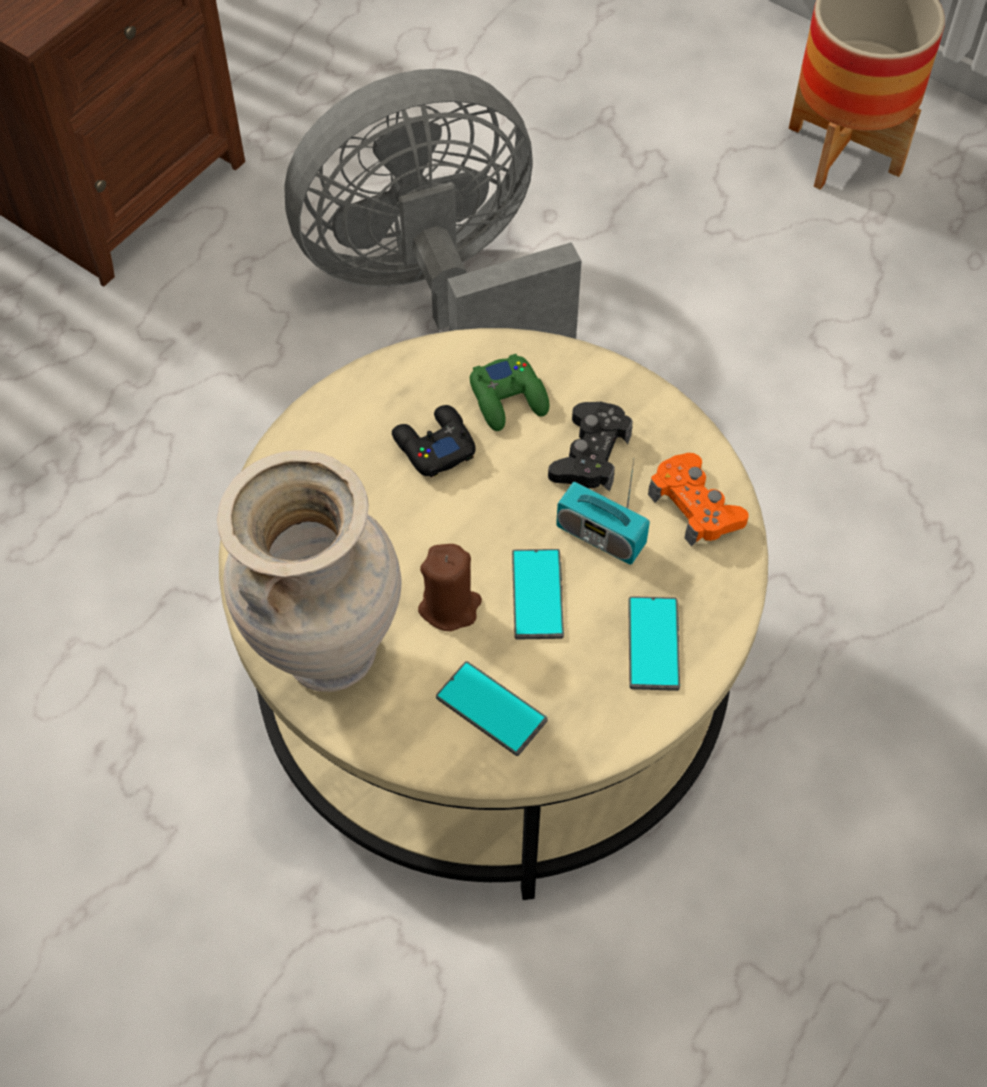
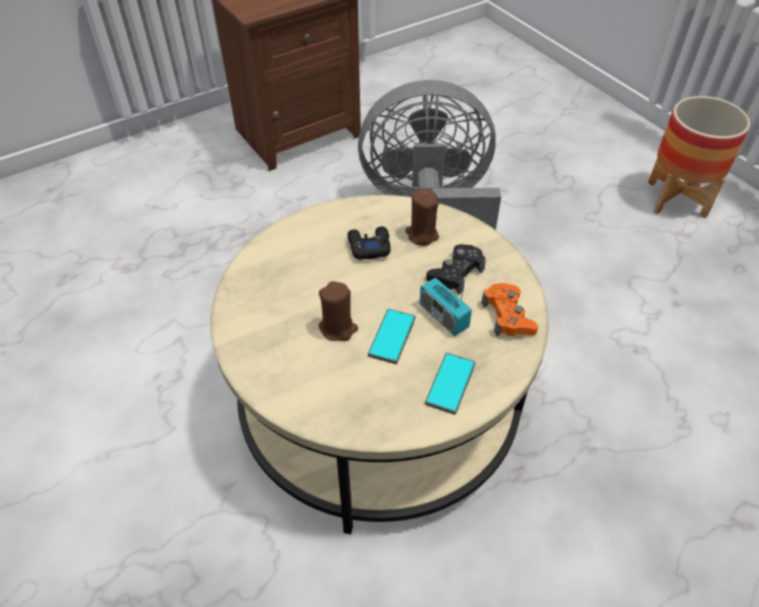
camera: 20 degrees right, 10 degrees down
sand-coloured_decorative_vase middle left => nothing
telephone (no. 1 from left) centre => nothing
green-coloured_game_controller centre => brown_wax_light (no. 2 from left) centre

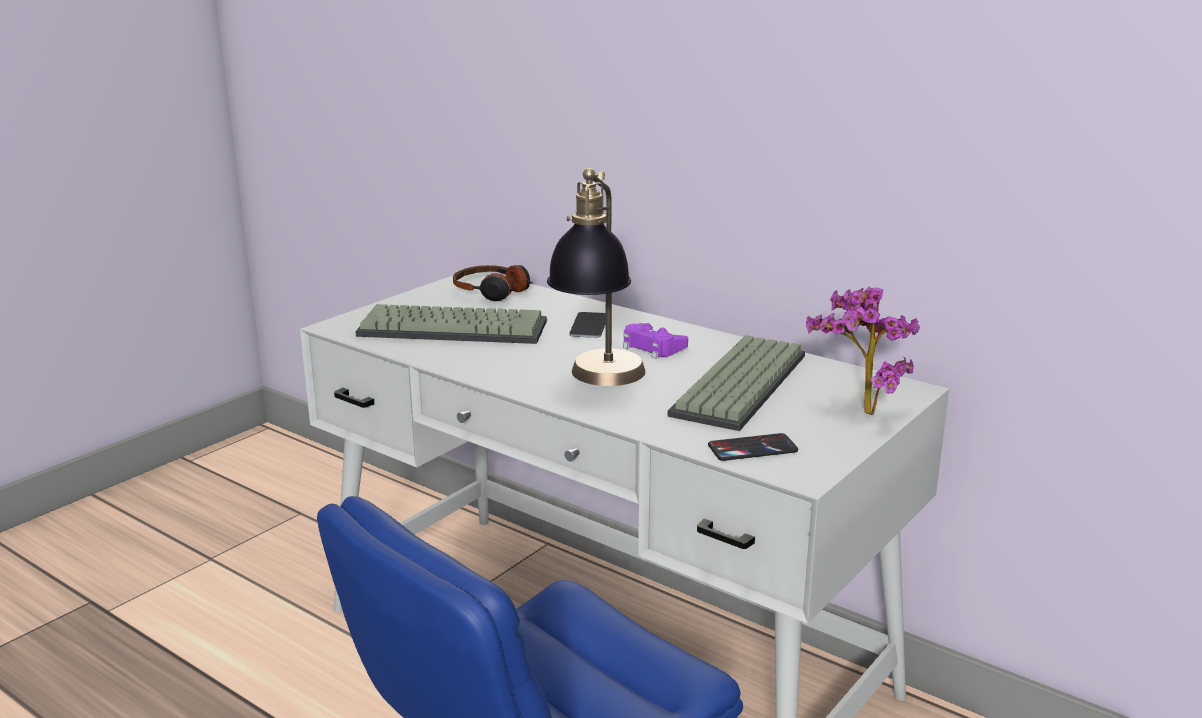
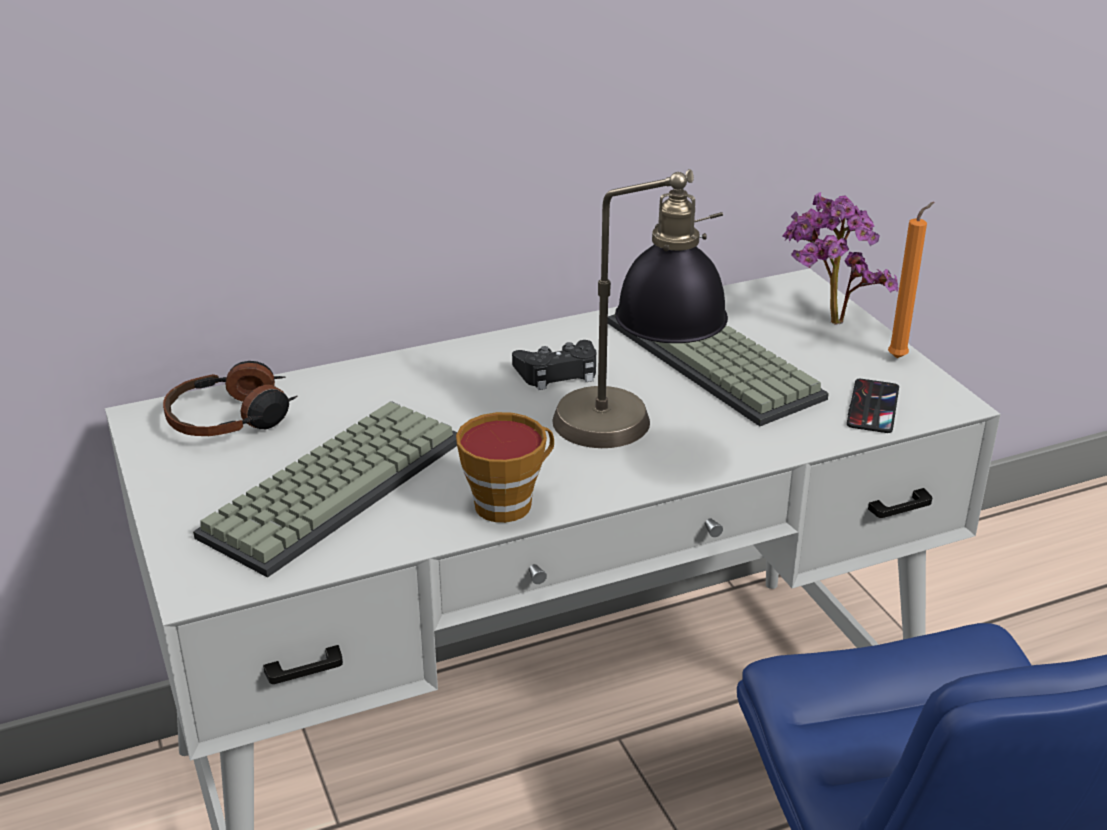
camera: 60 degrees left, 10 degrees up
telephone (no. 1 from left) centre => nothing
purple_game_controller centre => black-coloured_game_controller centre
nothing => cup centre
nothing => orangey_wax_light middle right

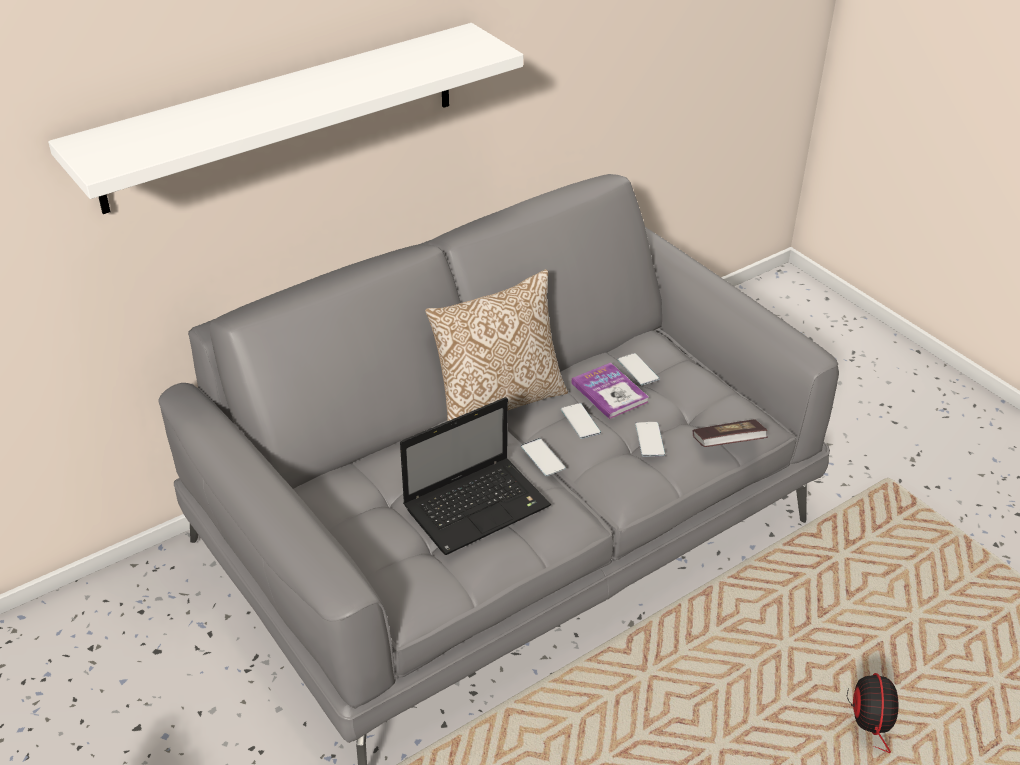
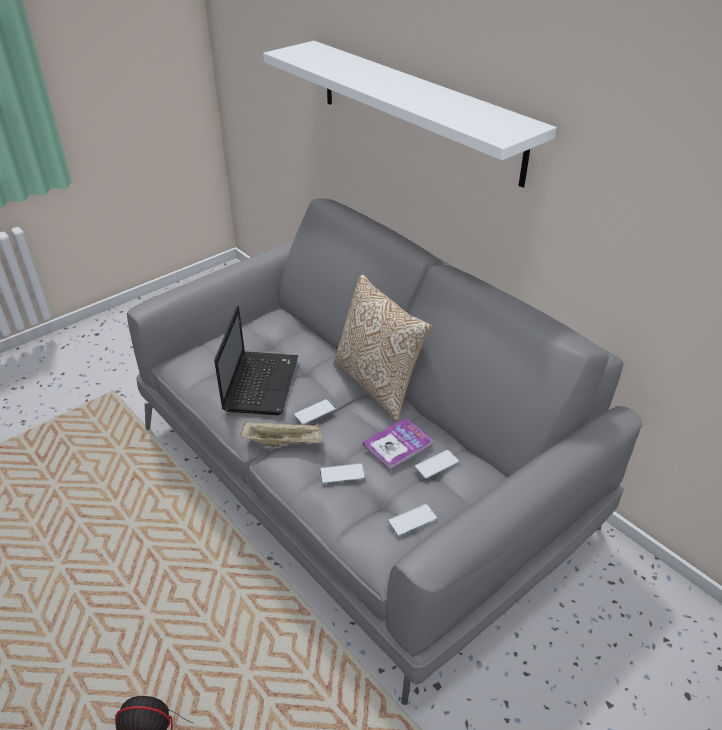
camera: 85 degrees right, 0 degrees up
laptop centre, 135 degrees counterclockwise
telephone (no. 2 from left in the first image) centre => telephone (no. 3 from left) bottom centre, shifted
book (no. 2 from left) middle right => nothing
nothing => sand-coloured_carrying_tray centre

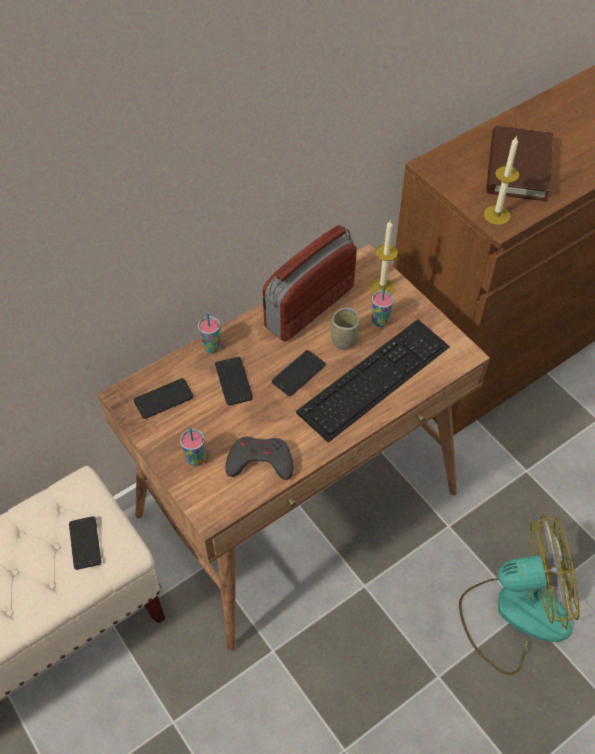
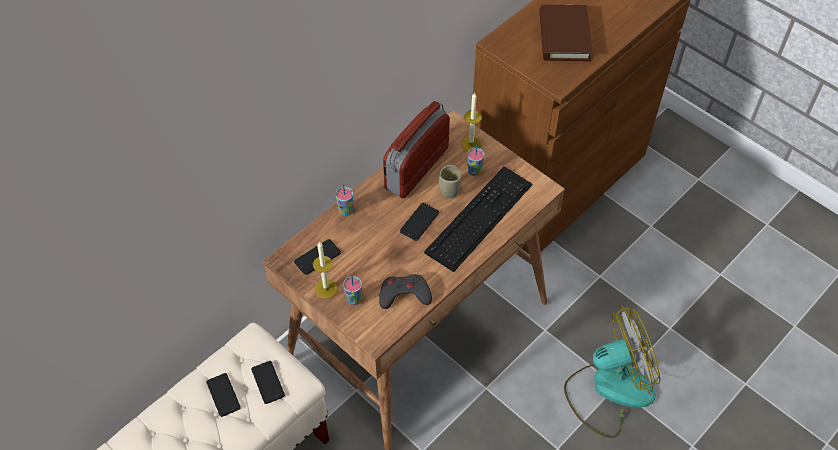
camera: 10 degrees left, 0 degrees up
telephone (no. 3 from left in the first image) centre => telephone (no. 1 from left) bottom left, shifted
wax_light (no. 2 from left in the first image) top right => wax_light (no. 1 from left) centre, shifted

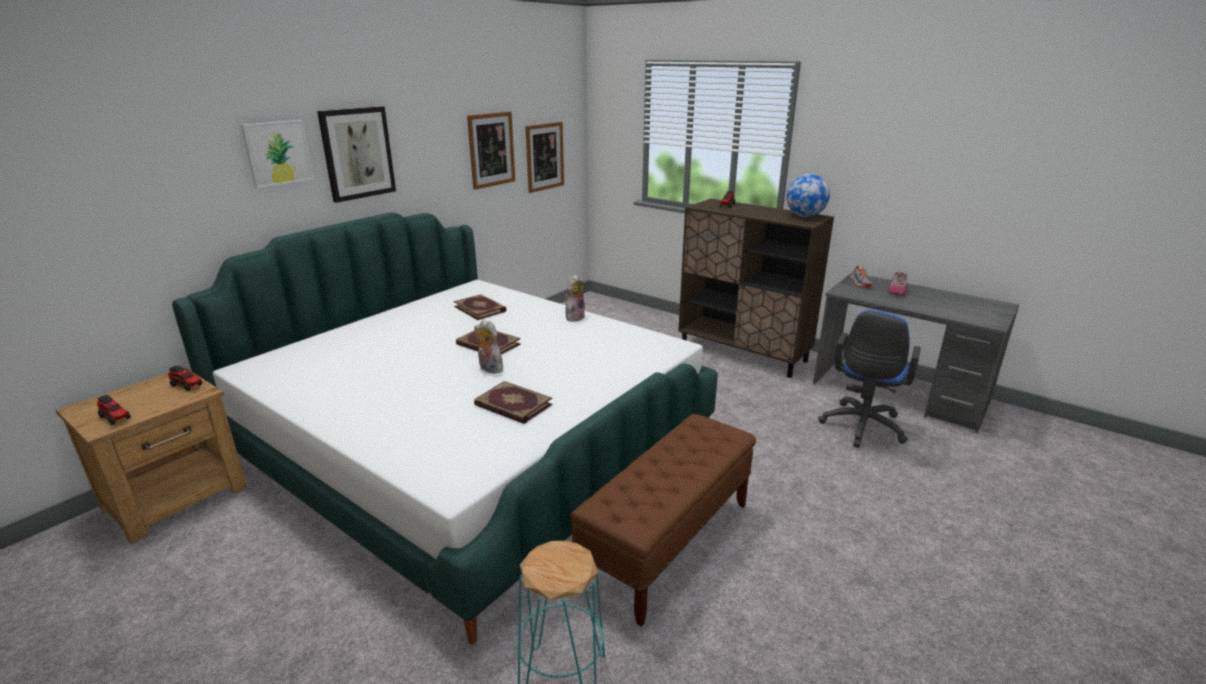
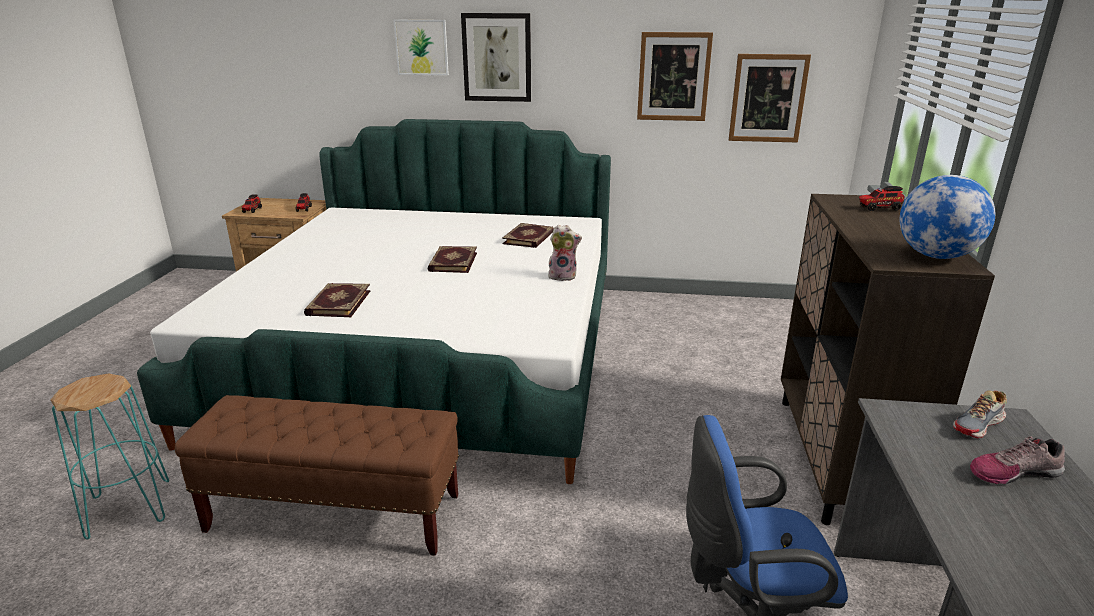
camera: 60 degrees right, 0 degrees up
cuddly_toy (no. 1 from left) centre => nothing

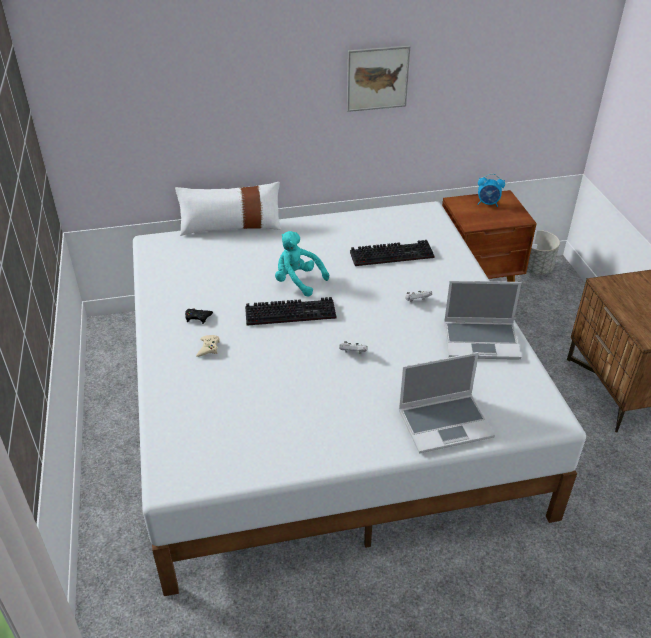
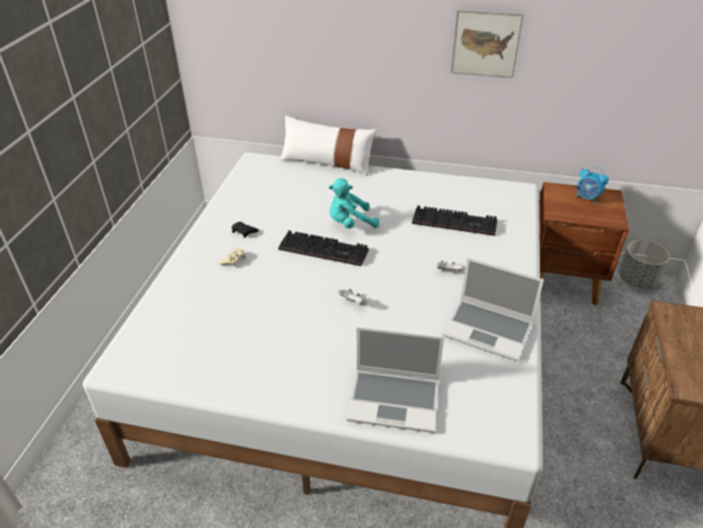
camera: 25 degrees right, 0 degrees up
turquoise_cuddly_toy centre, 75 degrees counterclockwise

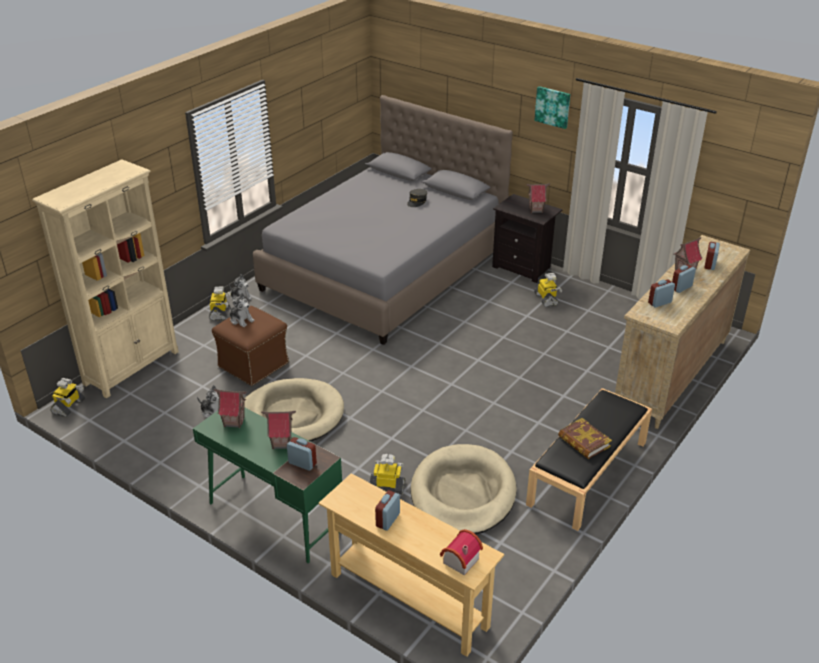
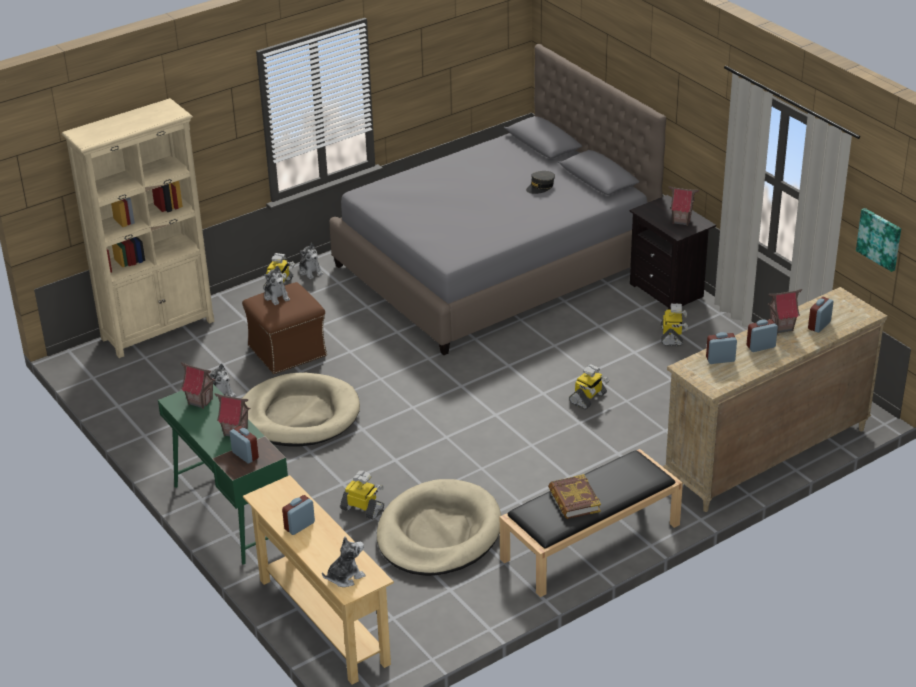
camera: 20 degrees right, 0 degrees up
robot_figure (no. 1 from left in the first image) middle left => robot_figure (no. 3 from left) centre, shifted
miniature_house (no. 3 from left) bottom centre => cuddly_toy (no. 4 from left) bottom centre
wall_picture top right => wall_picture middle right, shifted

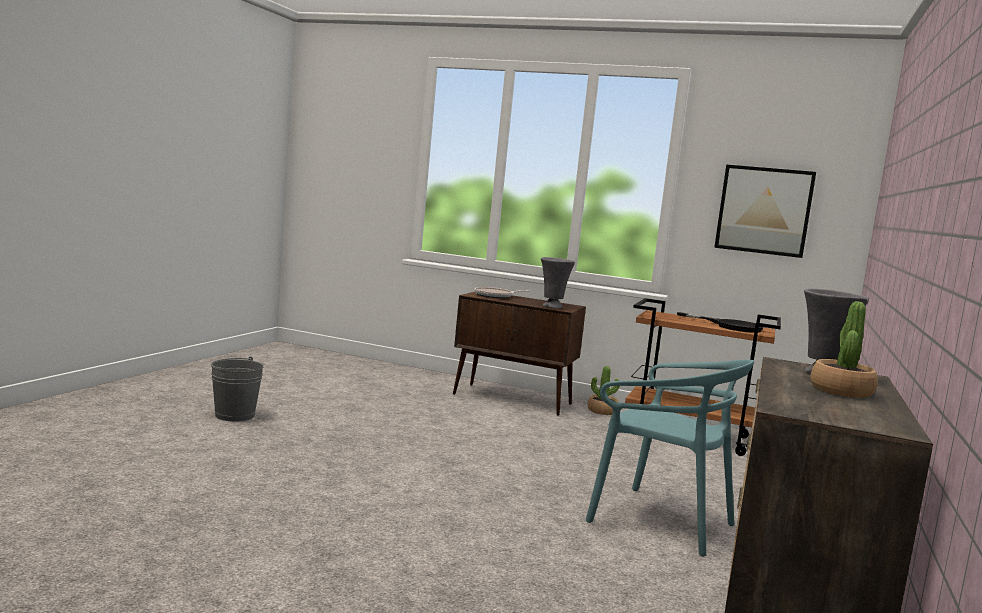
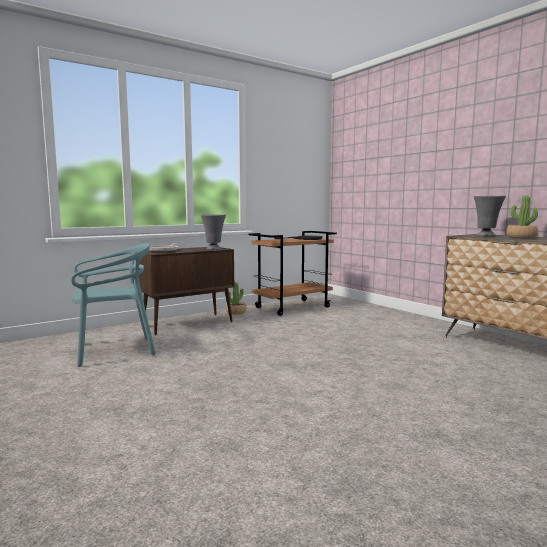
camera: 55 degrees left, 0 degrees up
gray_bucket middle left => nothing
turquoise_upright_chair bottom right => turquoise_upright_chair middle left, shifted
wall_picture middle right => nothing

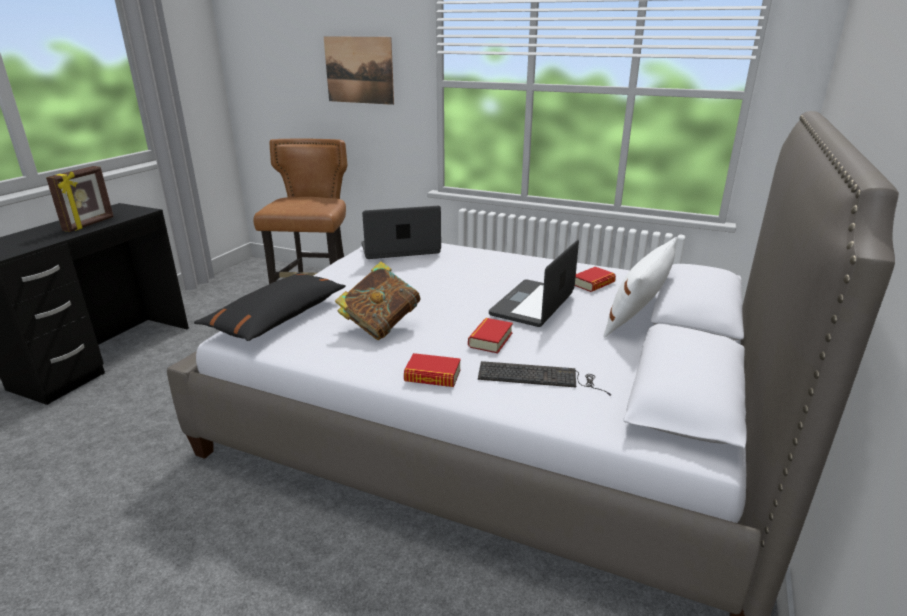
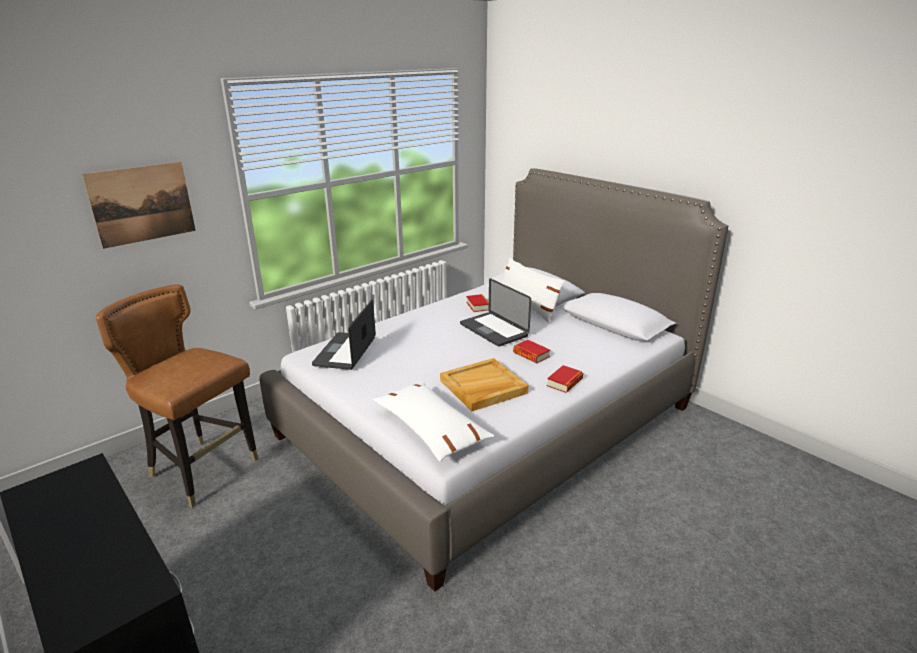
camera: 65 degrees left, 0 degrees up
standing_frame top left => nothing
black-coloured_throw_pillow middle left => whitish_throw_pillow (no. 1 from left) centre
book (no. 1 from left) centre => sand-coloured_carrying_tray centre
keyboard centre => nothing

